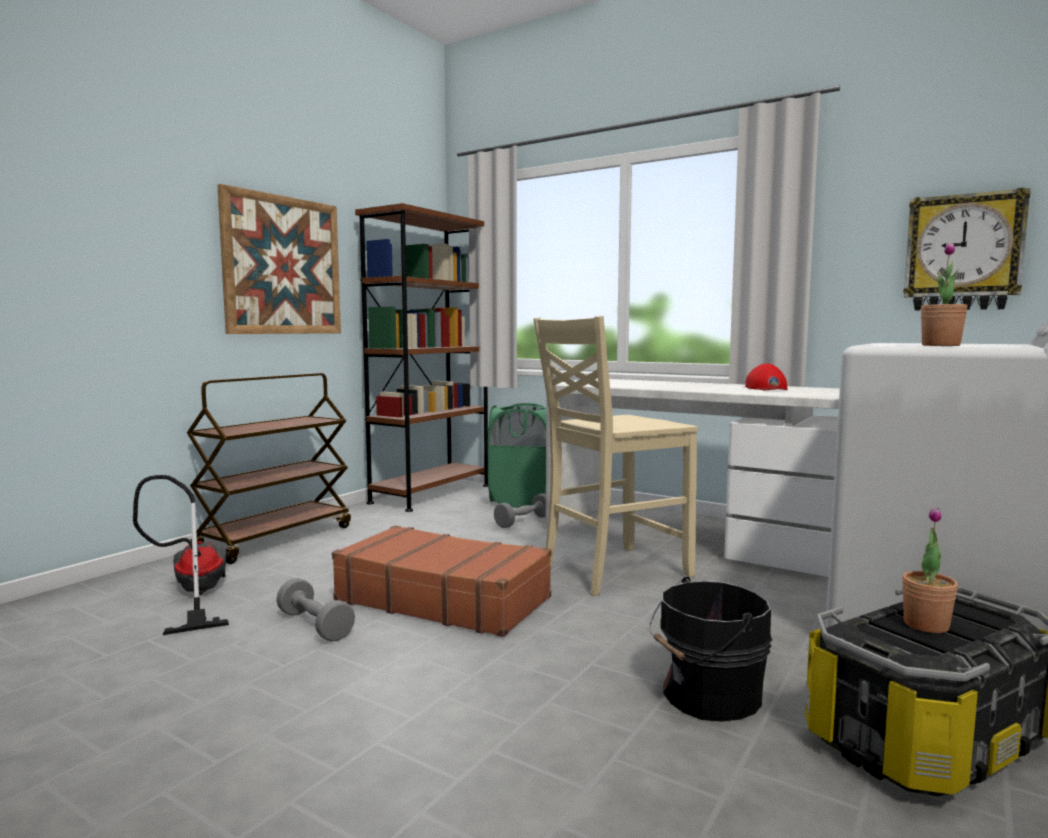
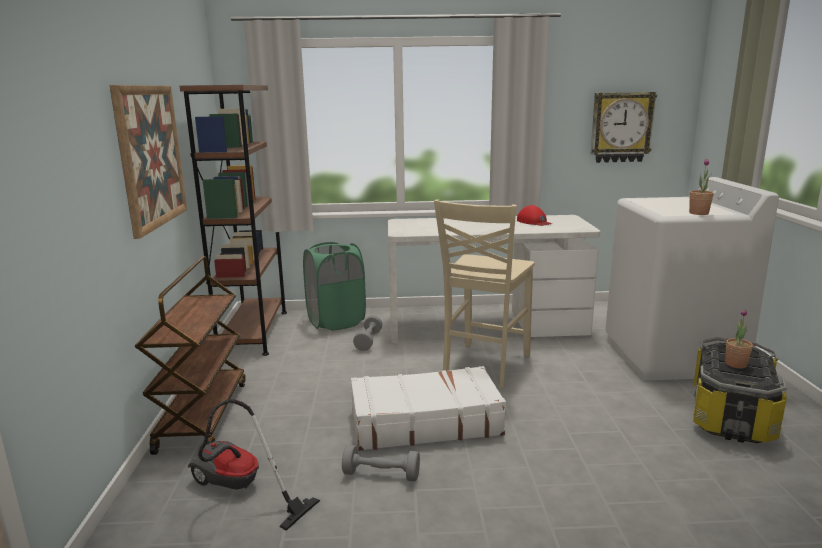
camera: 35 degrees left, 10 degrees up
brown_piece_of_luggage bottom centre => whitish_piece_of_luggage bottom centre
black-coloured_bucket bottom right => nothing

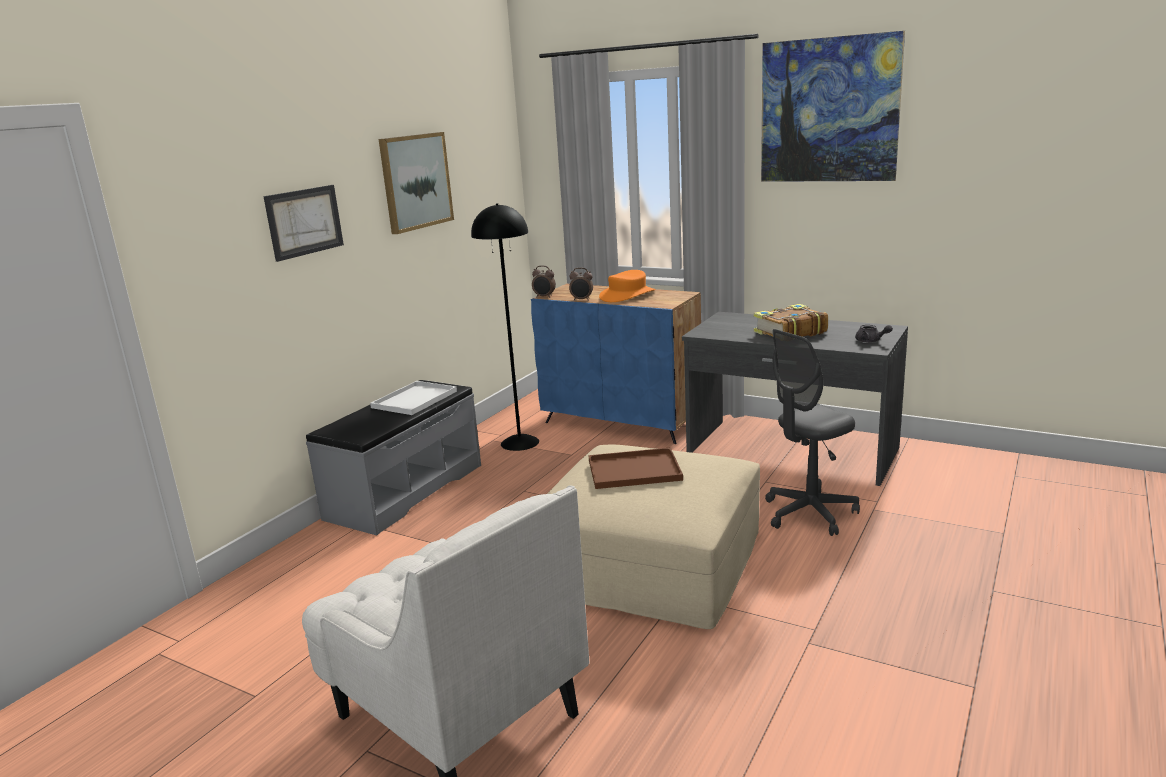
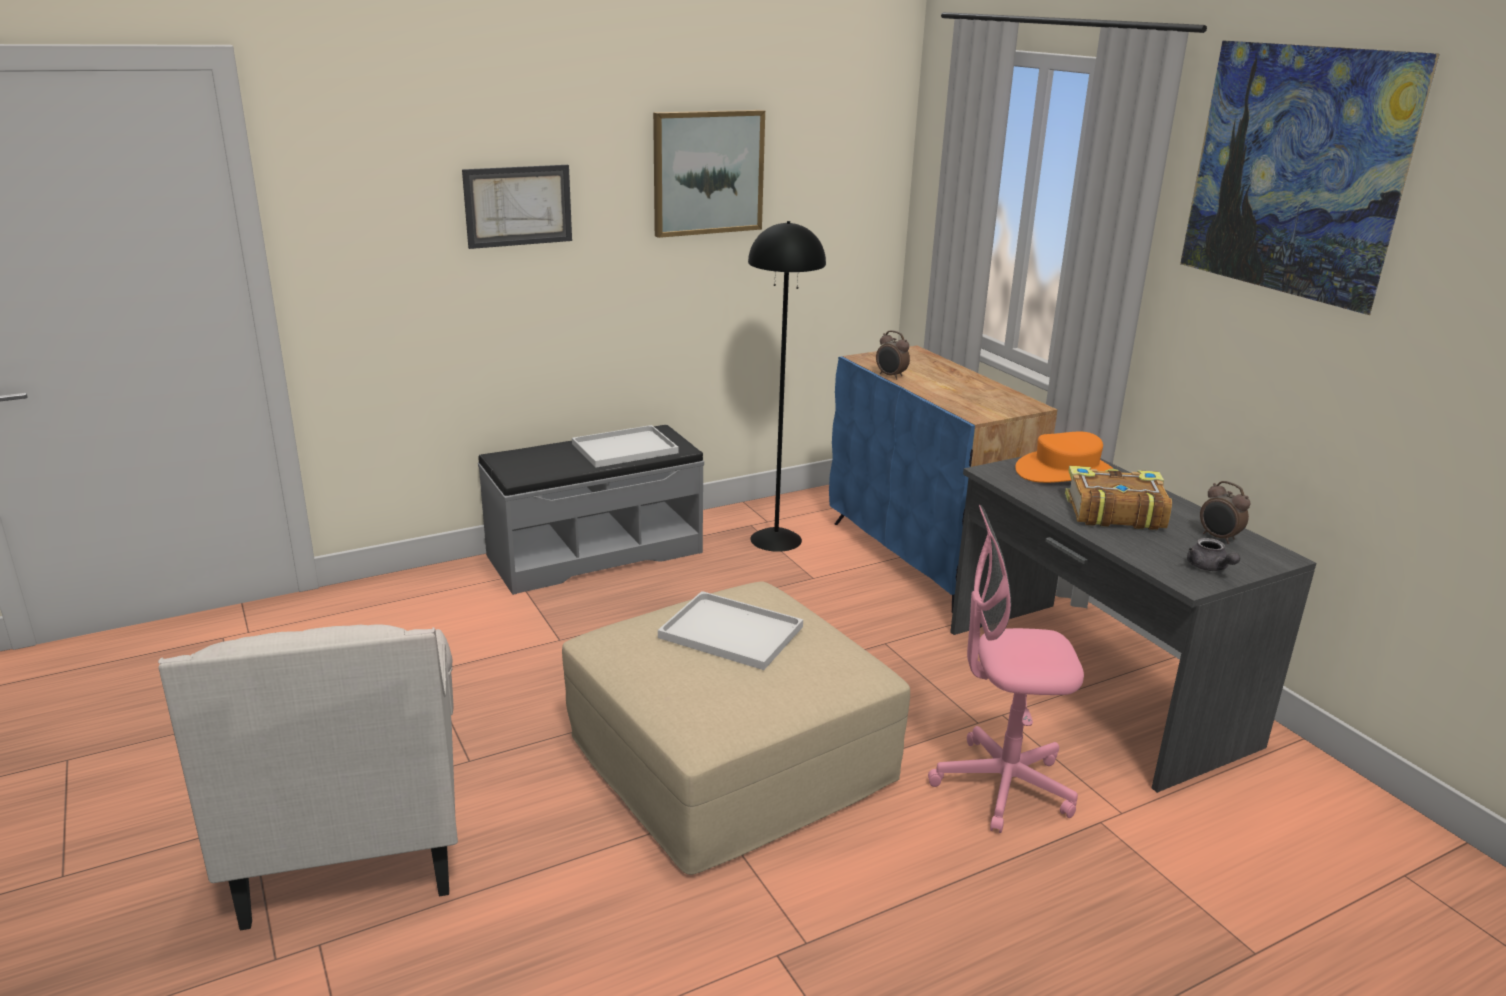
camera: 30 degrees right, 5 degrees up
table_clock (no. 1 from left in the first image) centre => table_clock (no. 2 from left) middle right, shifted
brown_carrying_tray centre => whitish_carrying_tray (no. 2 from left) centre
orangey_hat centre => orangey_hat middle right, shifted
gray_office_chair middle right => pink_office_chair bottom right

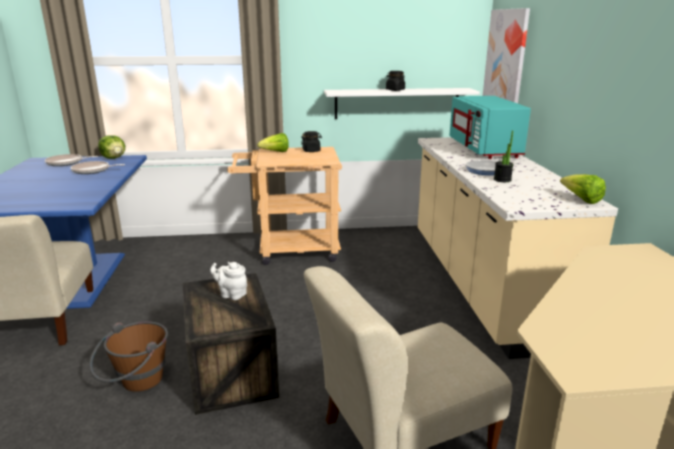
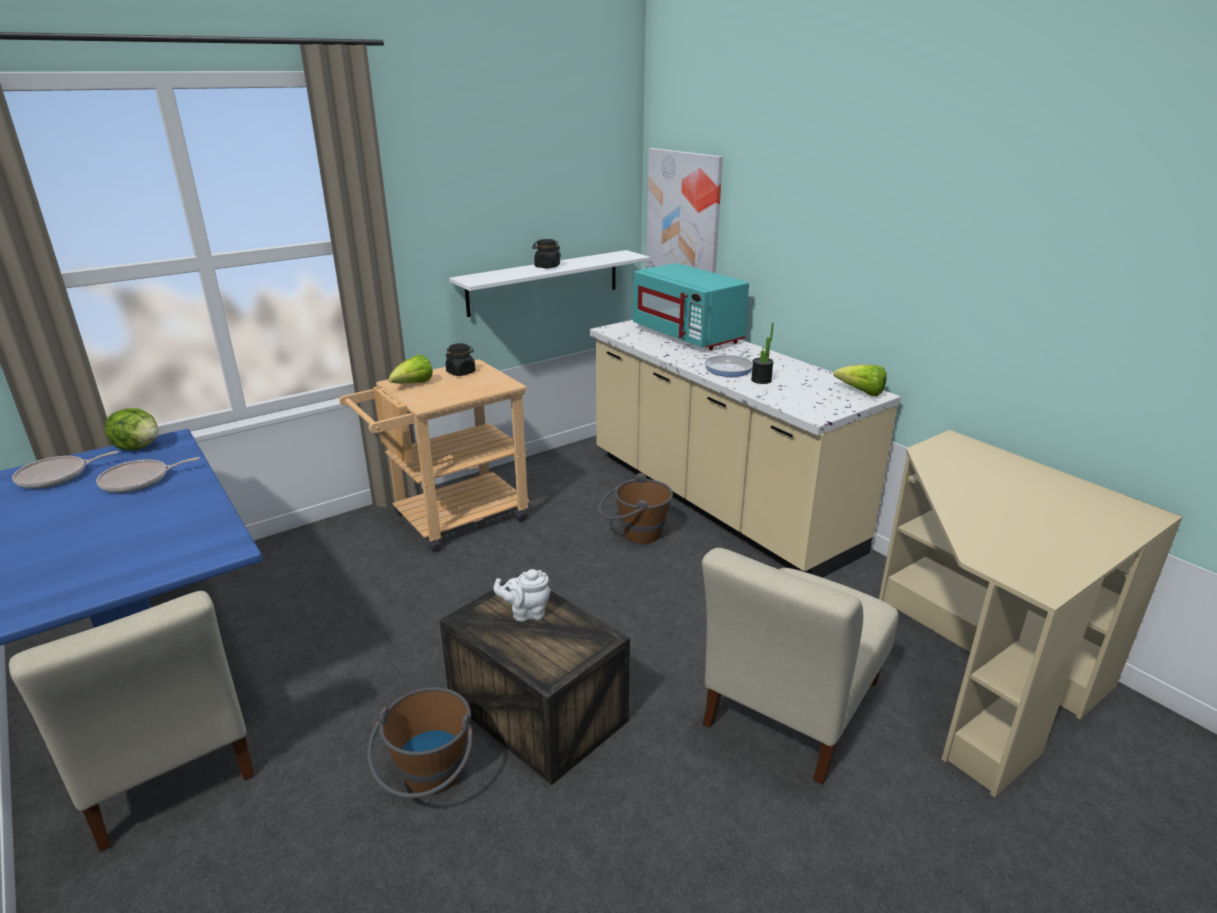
camera: 30 degrees left, 5 degrees up
nothing => brown_bucket (no. 2 from left) centre

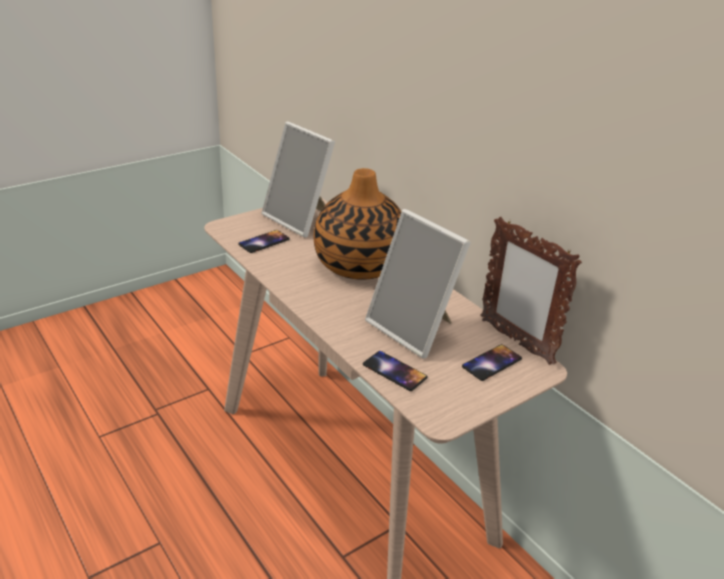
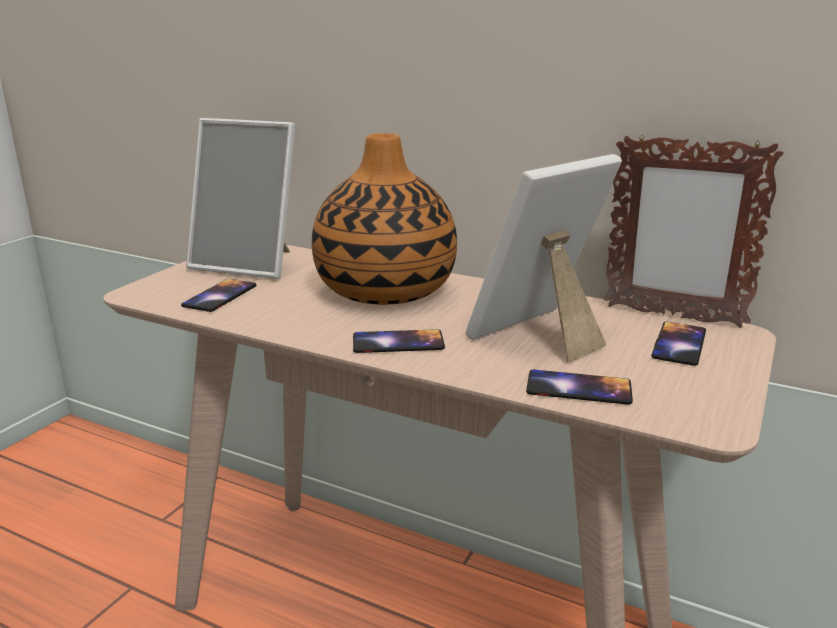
camera: 25 degrees left, 10 degrees down
standing_frame (no. 2 from left) centre, 120 degrees clockwise
nothing => telephone (no. 2 from left) centre

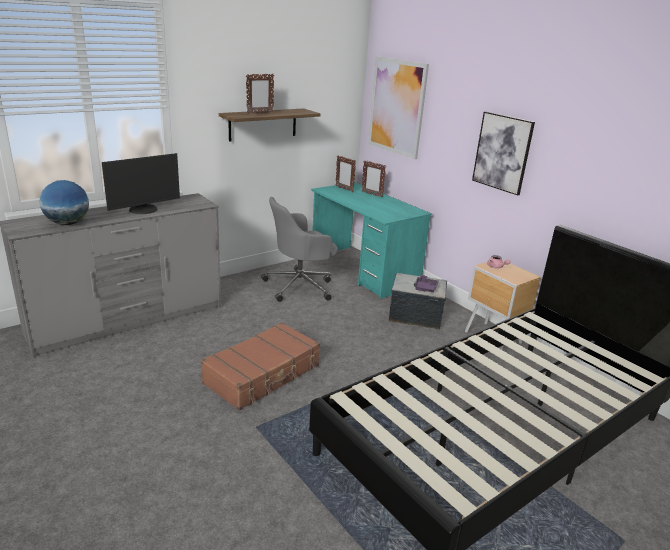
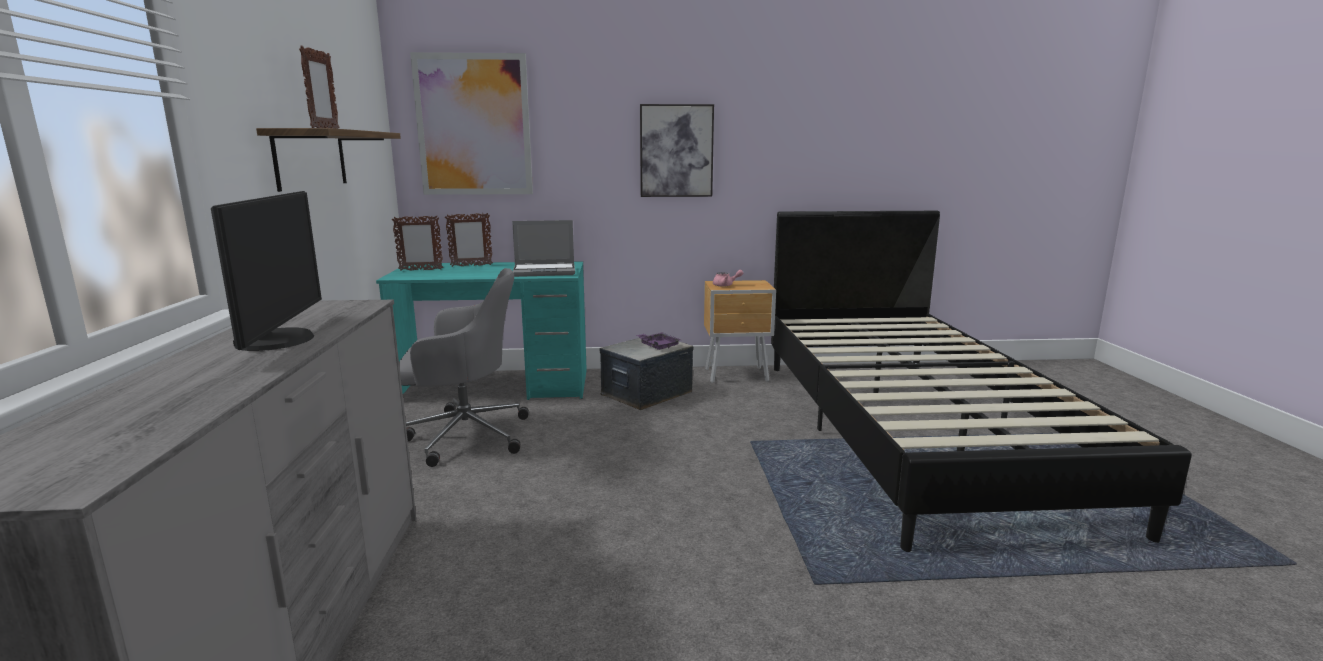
camera: 55 degrees left, 10 degrees down
globe middle left => nothing
brown_piece_of_luggage centre => nothing
gray_office_chair centre, 105 degrees counterclockwise
nothing => laptop centre

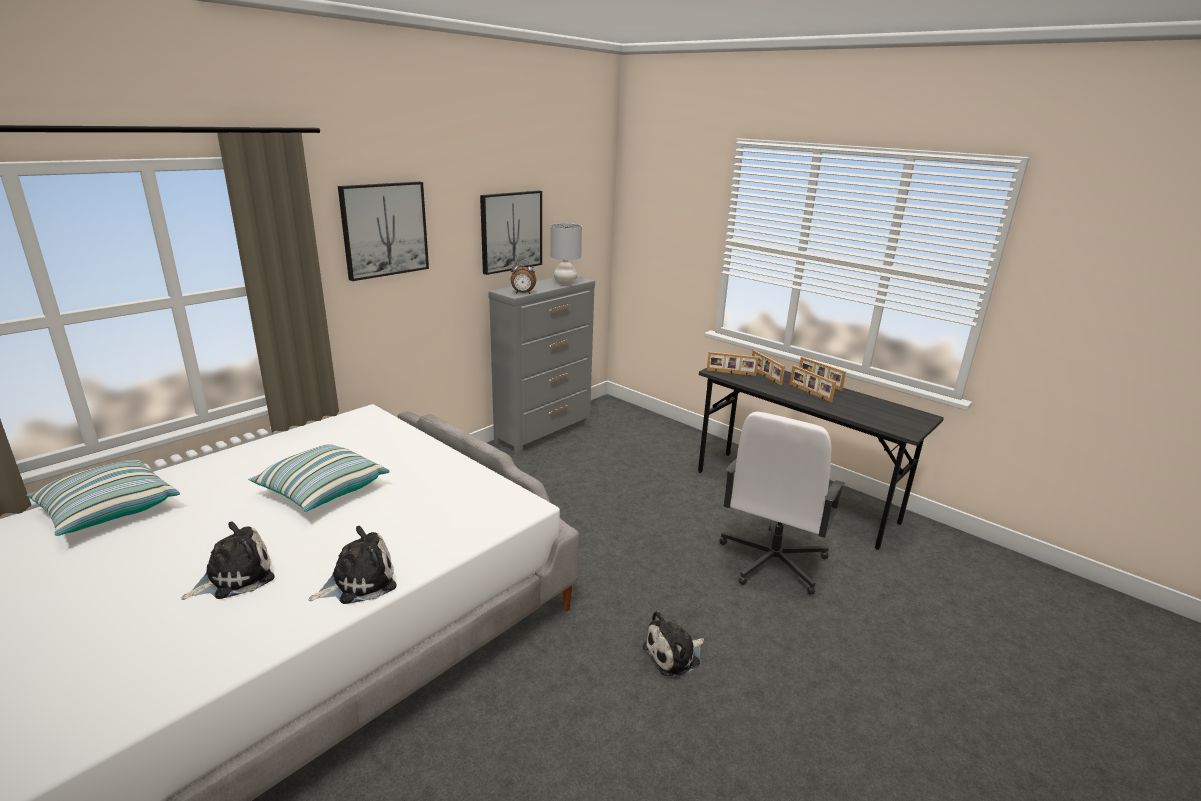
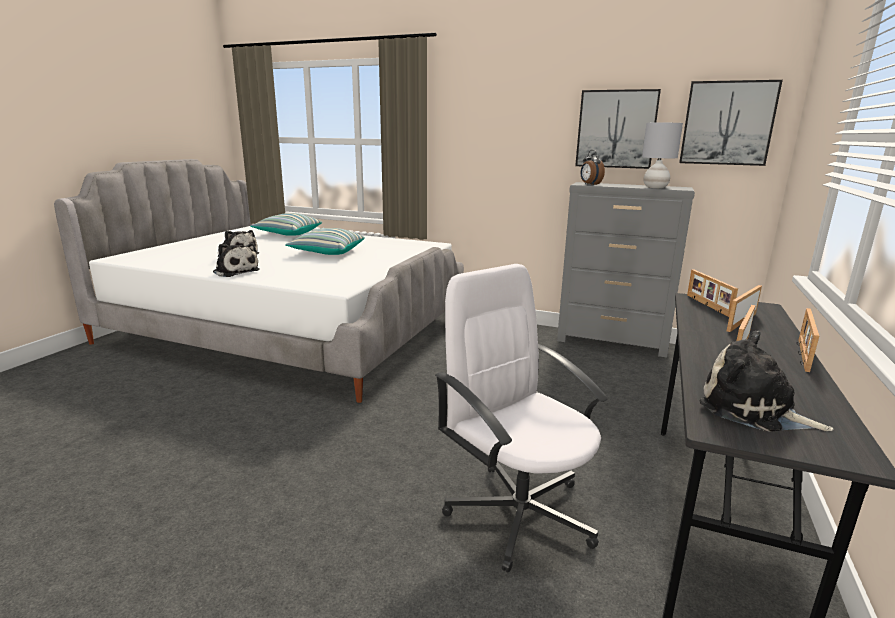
camera: 70 degrees right, 5 degrees down
wall_picture (no. 1 from left in the first image) top left => wall_picture (no. 2 from left) top right, shifted
cuddly_toy (no. 3 from left) bottom centre => cuddly_toy (no. 3 from left) middle right, shifted
whitish_office_chair centre => whitish_office_chair bottom centre, 45 degrees clockwise

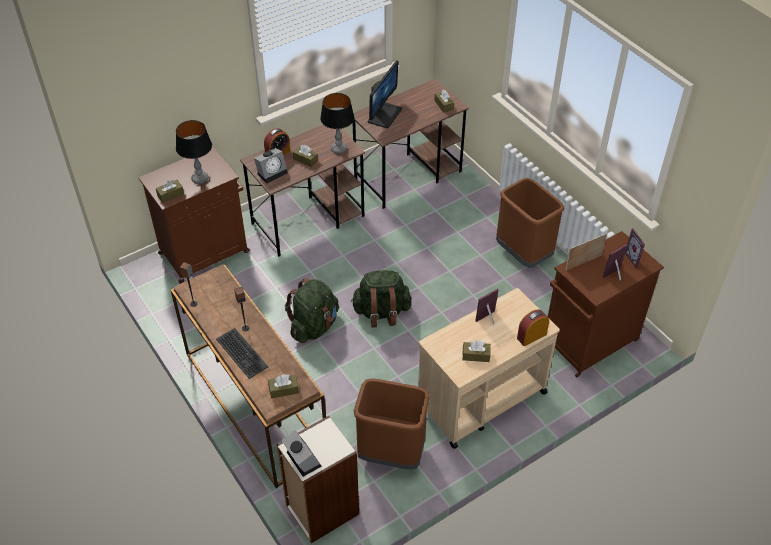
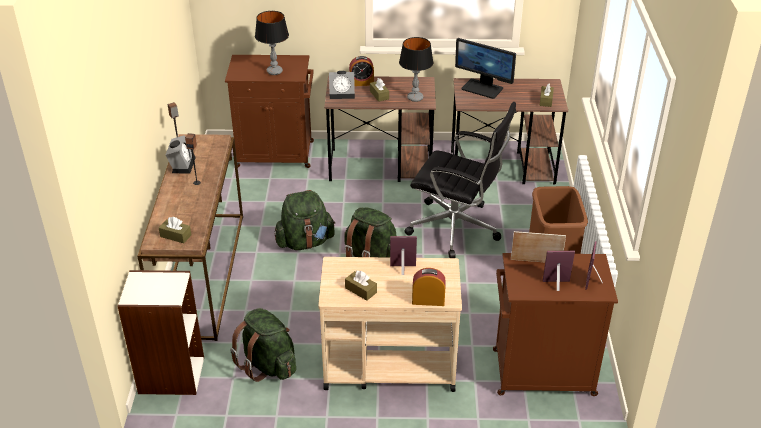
camera: 35 degrees right, 10 degrees down
brown_tissue_holder (no. 1 from left) middle left => nothing
keyboard middle left => nothing
table_clock (no. 3 from left in the first image) bottom centre => table_clock (no. 1 from left) middle left, shifted
brown_rubbish_bin (no. 1 from left) bottom centre => green-coloured_knapsack (no. 1 from left) bottom centre
computer_display top centre, 60 degrees clockwise
nothing => black-coloured_office_chair centre

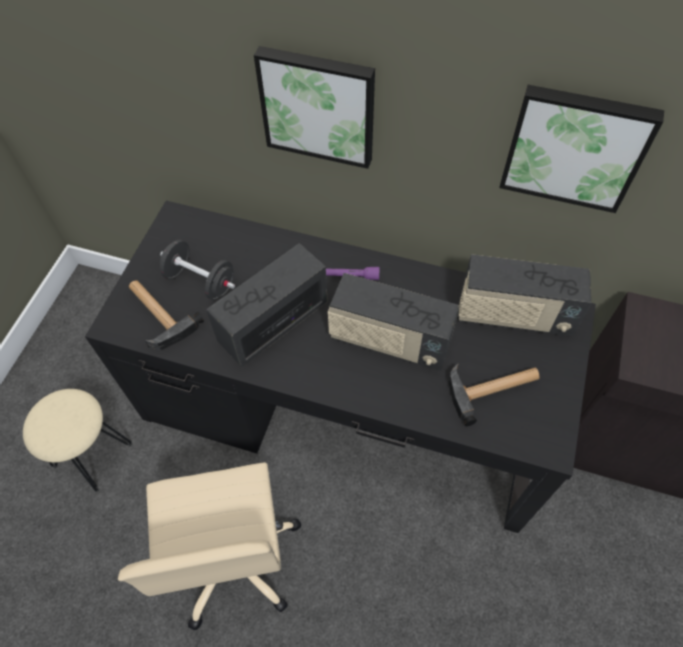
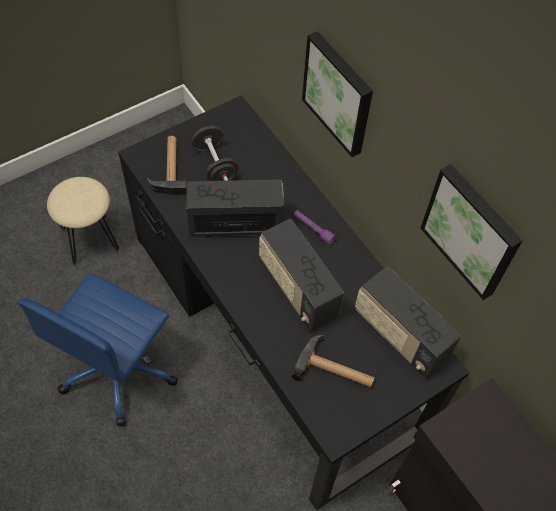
camera: 35 degrees right, 0 degrees up
sand-coloured_office_chair bottom left => blue_office_chair bottom left

